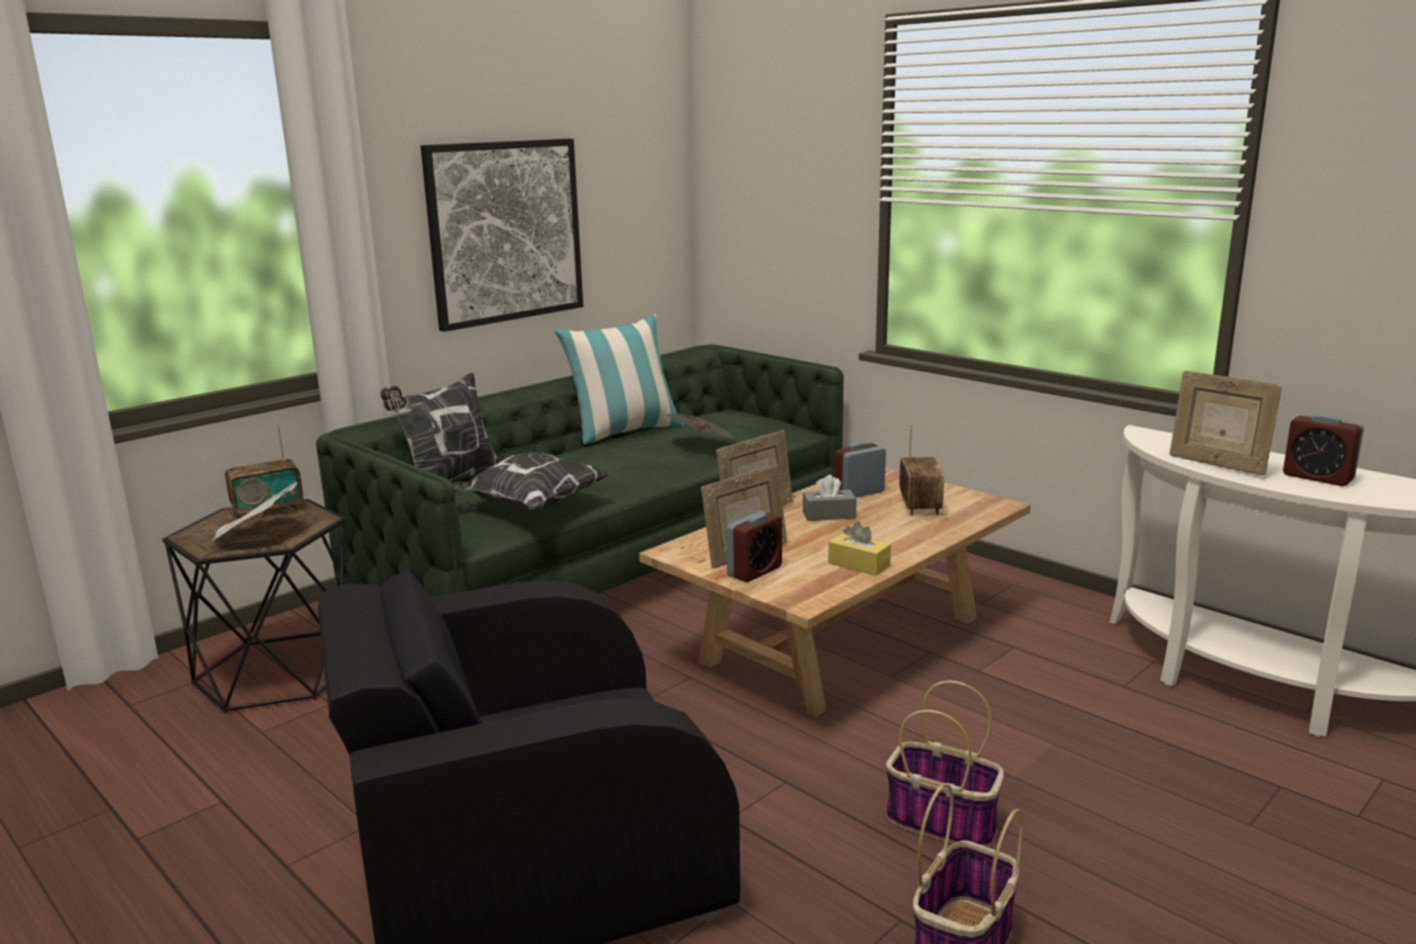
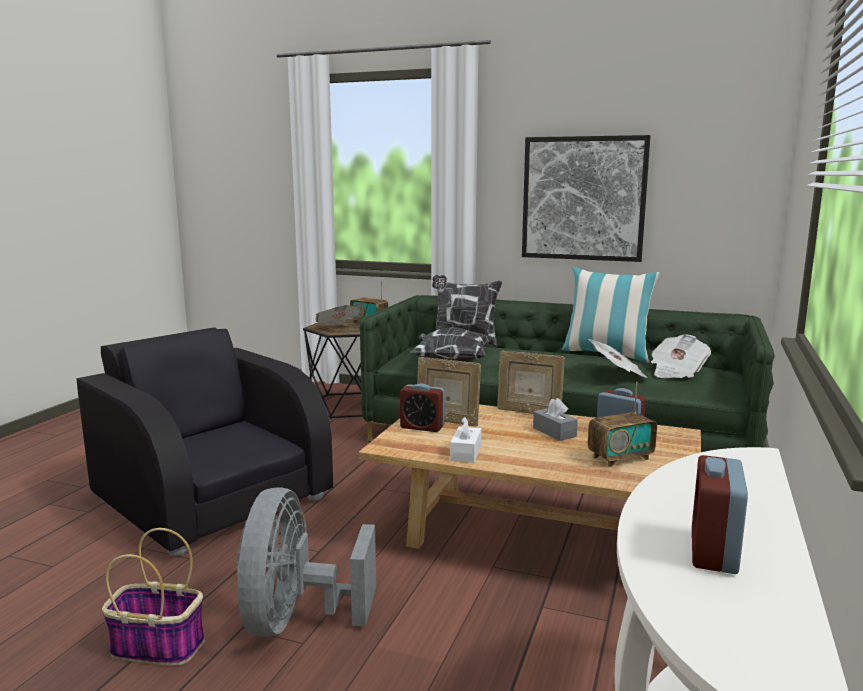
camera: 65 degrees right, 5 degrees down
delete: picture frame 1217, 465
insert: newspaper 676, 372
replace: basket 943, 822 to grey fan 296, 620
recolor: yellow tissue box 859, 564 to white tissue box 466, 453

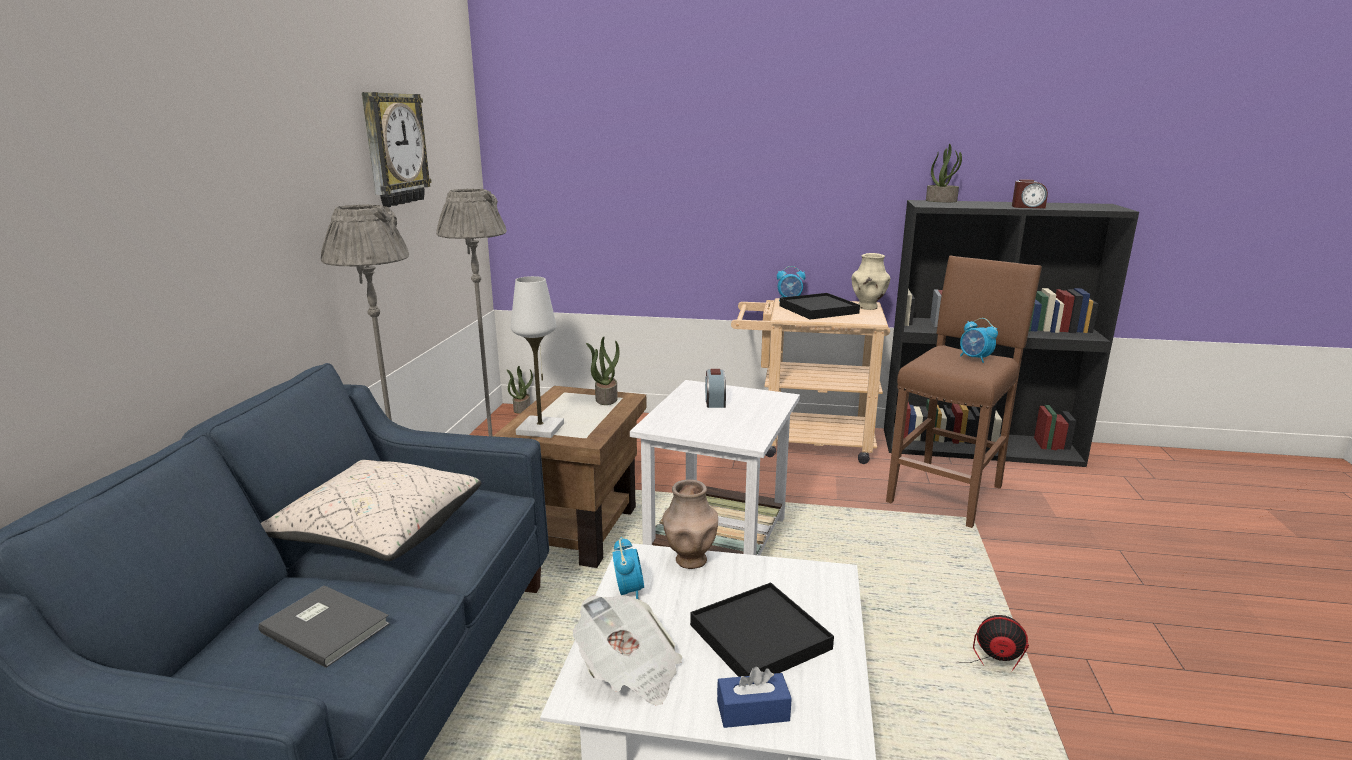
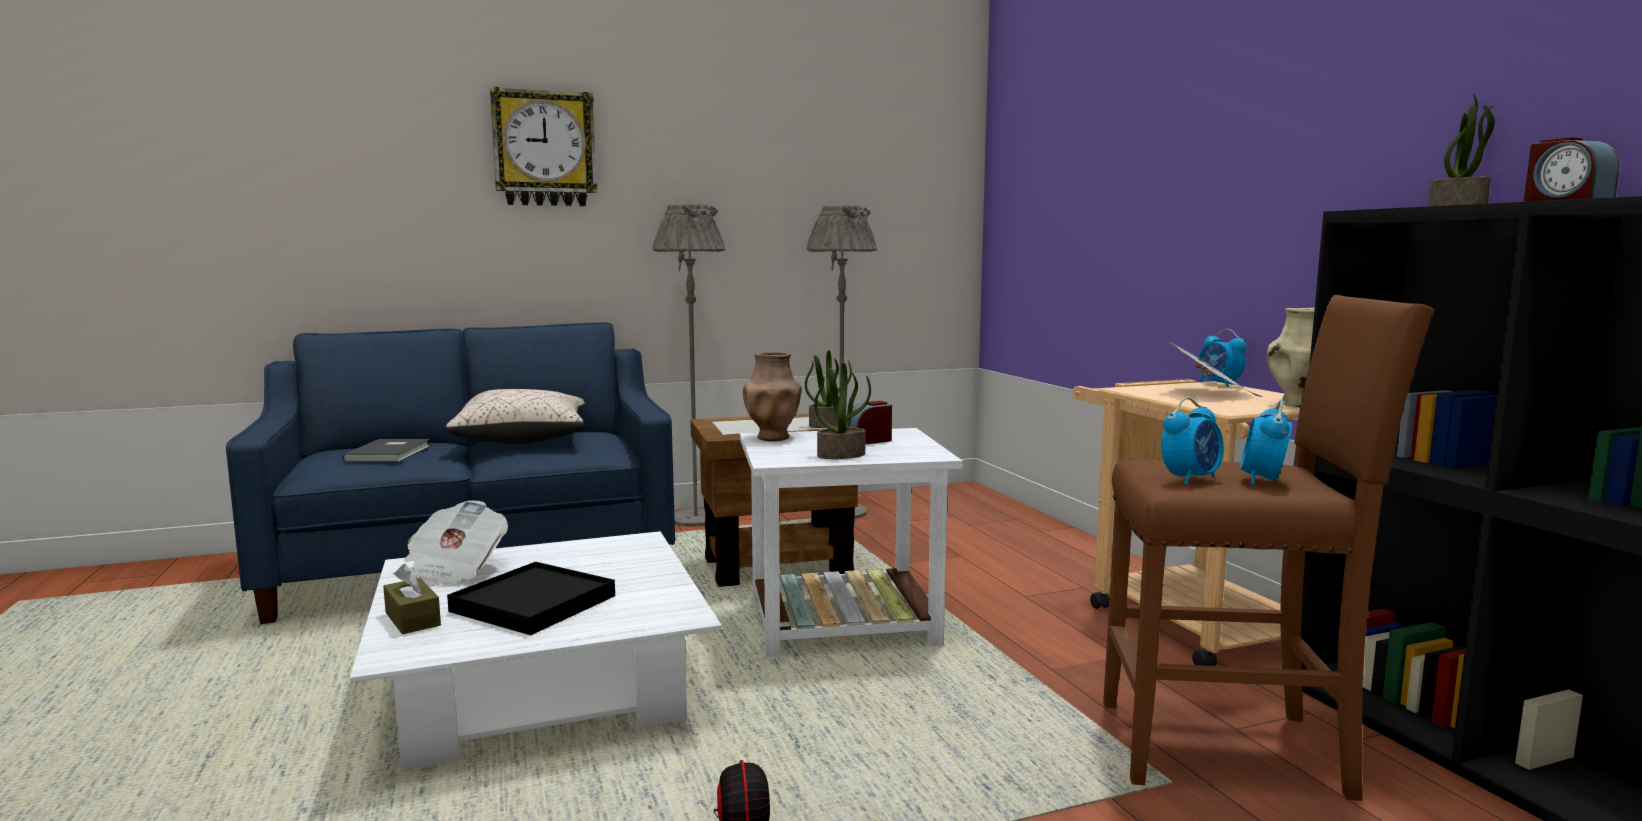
camera: 60 degrees right, 10 degrees down
delete: white table lamp 540, 429
move: wall clock 394, 149 to 544, 149; brown vase 690, 560 to 773, 437; potted plant 521, 408 to 841, 455; alarm clock 629, 591 to 1191, 479
replace: black tray 818, 309 to newspaper 1209, 393
recolor: blue tissue box 753, 711 to brown tissue box 412, 619

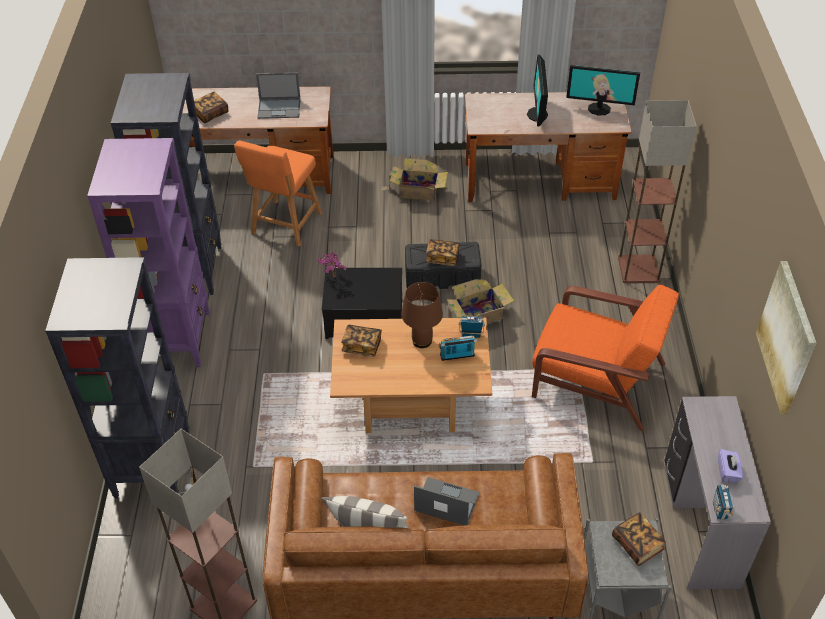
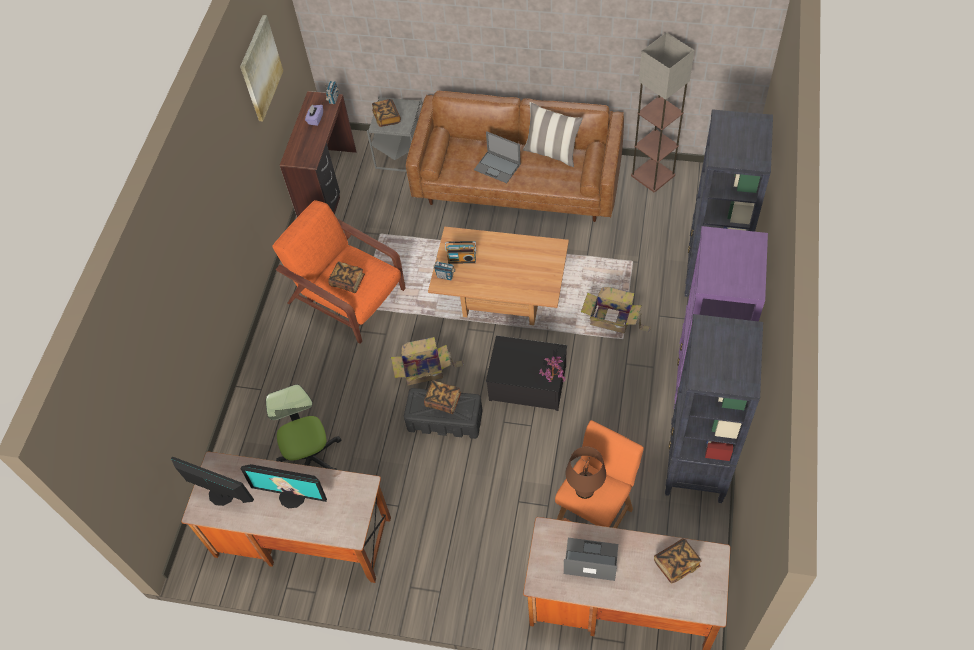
camera: 165 degrees left, 10 degrees up
delete: floor lamp 639, 270
insert: office chair 311, 458
move: book 362, 346 to 348, 282; brown table lamp 422, 341 to 585, 489; cardboard box 416, 191 to 612, 320
recolor: grey desk 698, 525 to brown desk 329, 185
rotate: monitor 538, 114 = 292, 496 90 degrees clockwise

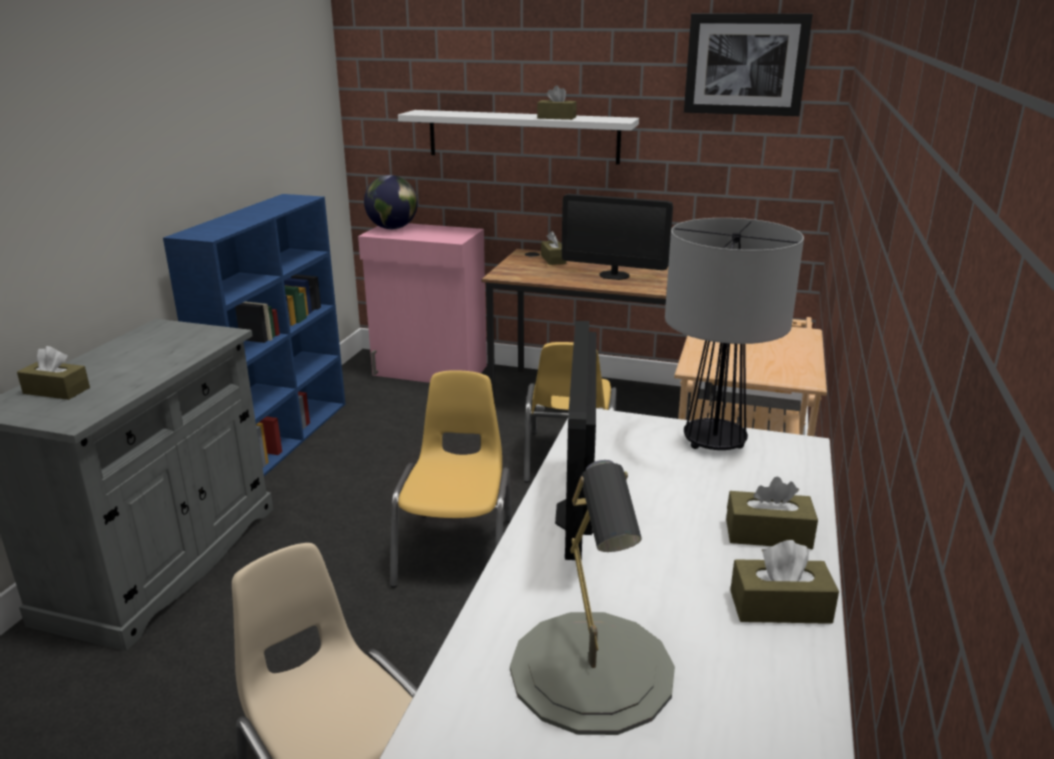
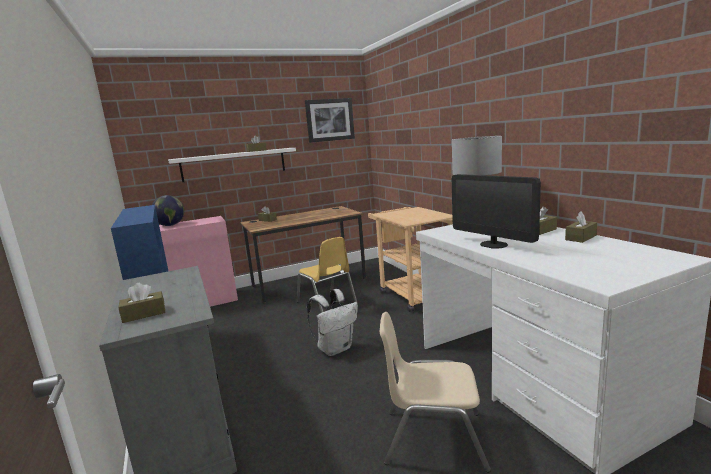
camera: 40 degrees left, 10 degrees down
delete: grey table lamp 592, 670; monitor 614, 275
replace: yellow chair 457, 551 to white backpack 335, 348

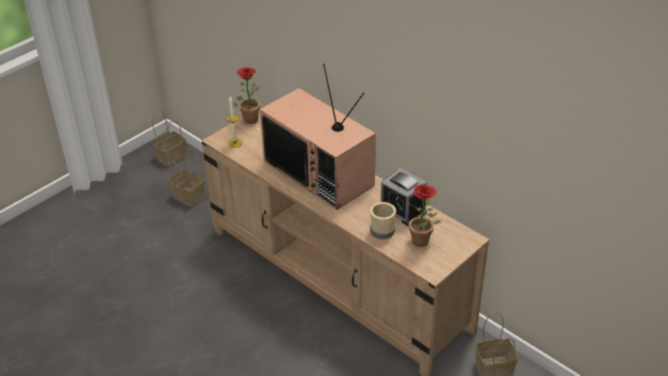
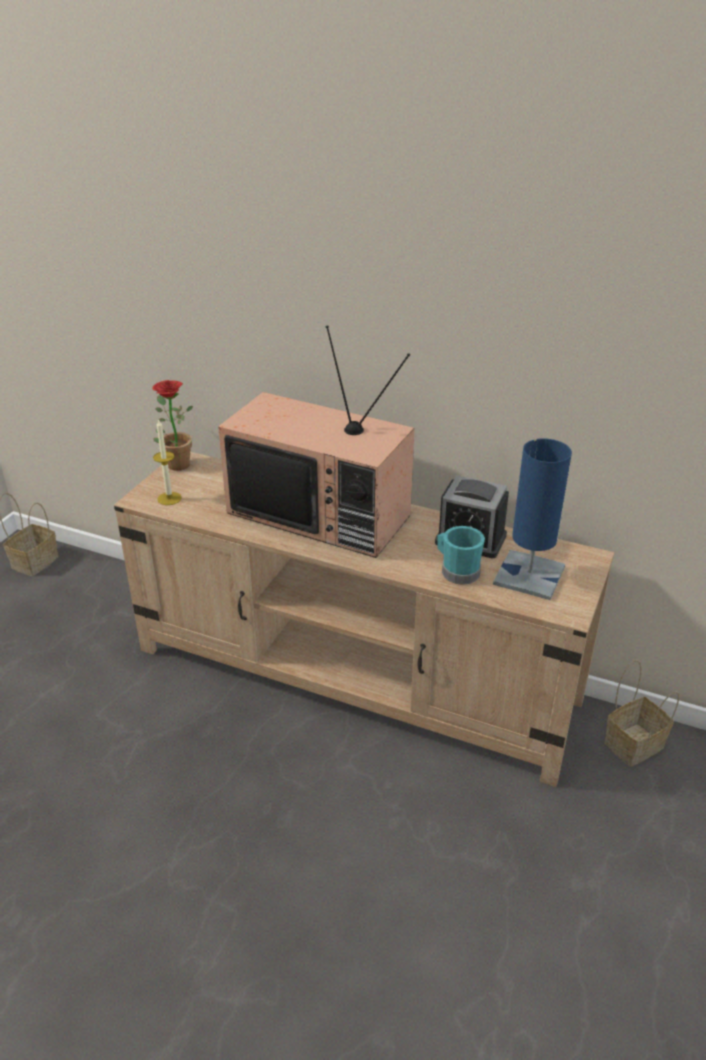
camera: 20 degrees left, 5 degrees down
delete: basket 189, 196
replace: potted plant 423, 242 to blue table lamp 529, 575
recolor: beige mug 381, 229 to turquoise mug 457, 571

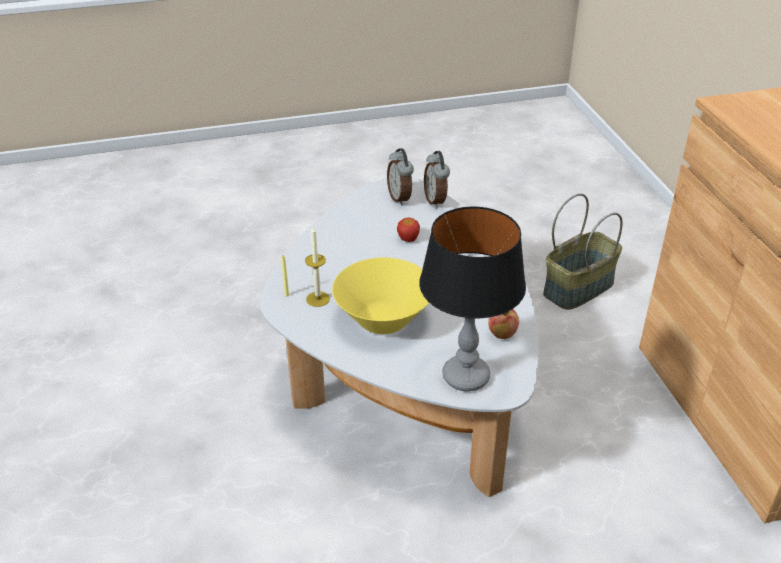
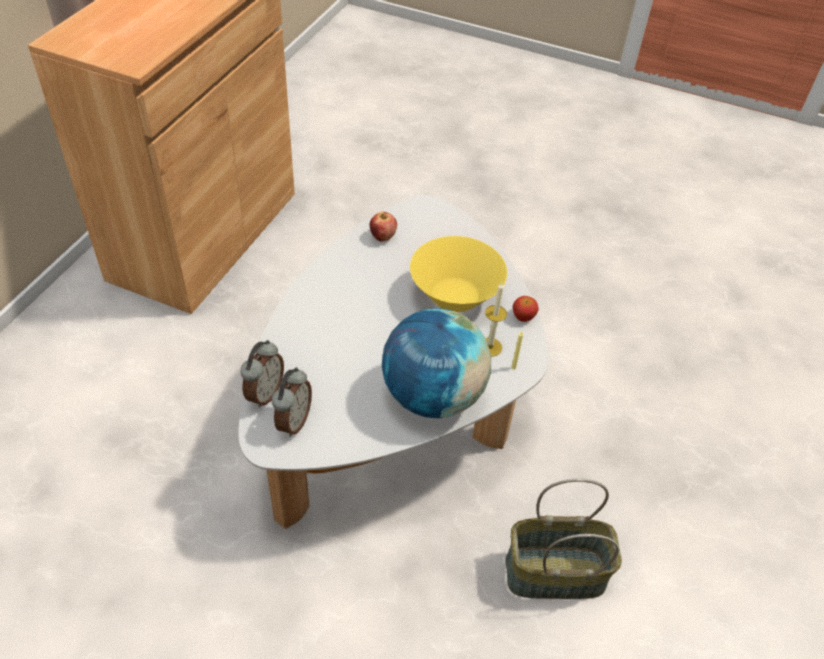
camera: 145 degrees left, 10 degrees up
delete: table lamp 466, 376
insert: globe 432, 396
move: basket 578, 287 to 554, 574; apple 408, 239 to 523, 317

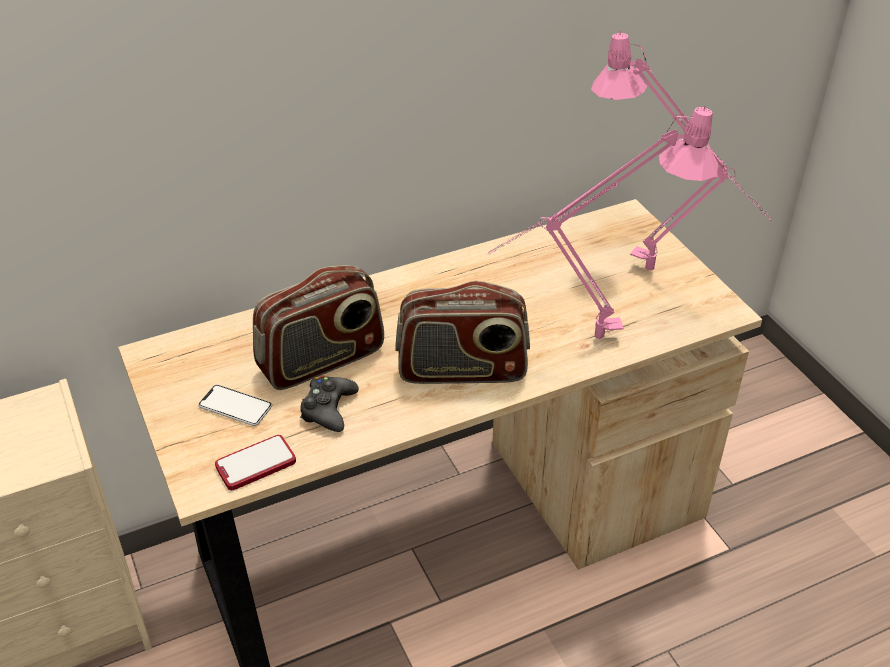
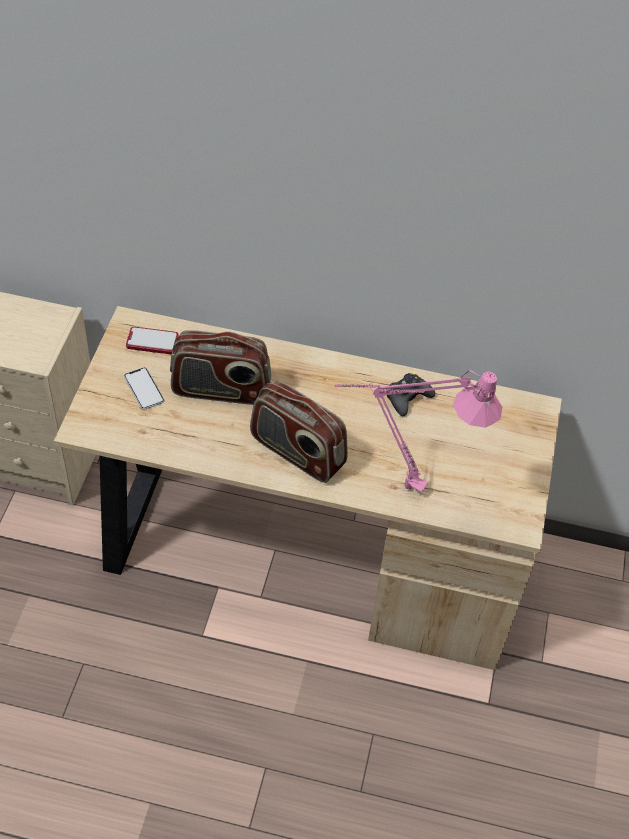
camera: 35 degrees right, 10 degrees up
delete: pink table lamp 660, 275
move: phone 256, 464 to 152, 342; black game controller 328, 409 to 407, 398

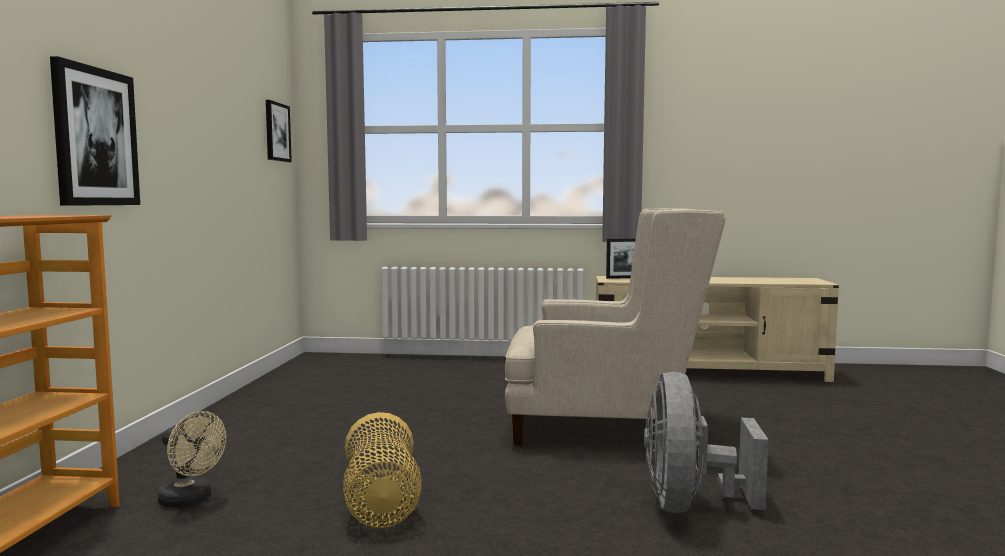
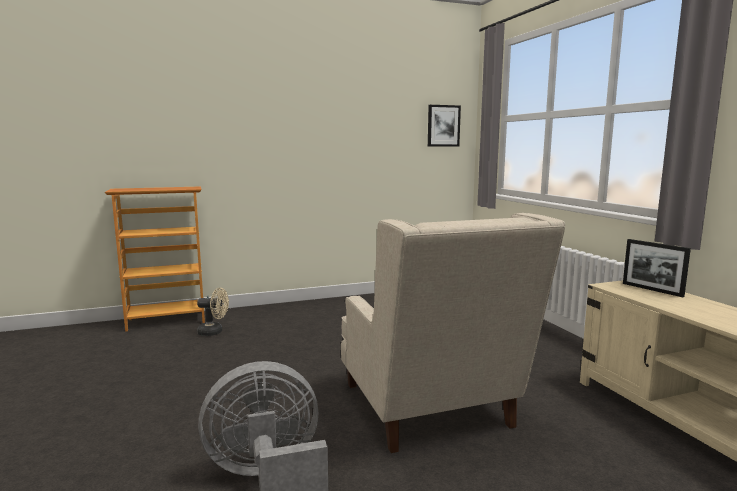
camera: 65 degrees right, 5 degrees up
delete: picture 95, 137; basket 381, 504
rotate: beige fan 191, 500 = 214, 332 90 degrees counterclockwise

